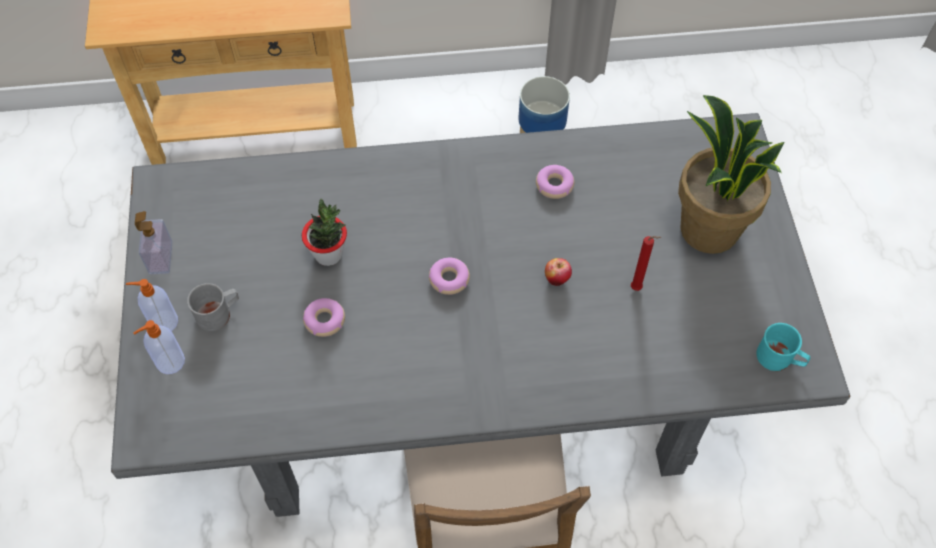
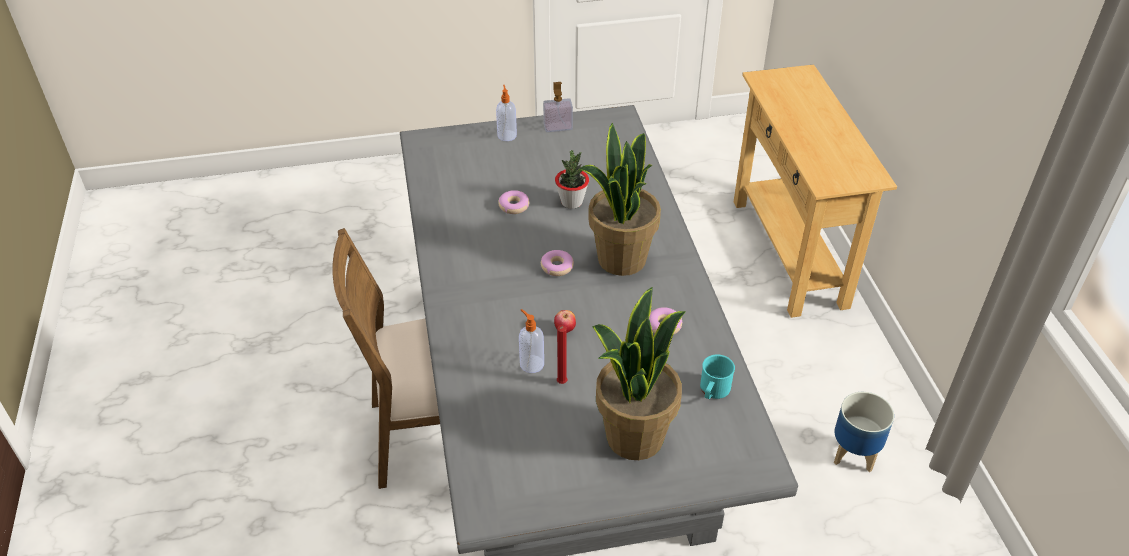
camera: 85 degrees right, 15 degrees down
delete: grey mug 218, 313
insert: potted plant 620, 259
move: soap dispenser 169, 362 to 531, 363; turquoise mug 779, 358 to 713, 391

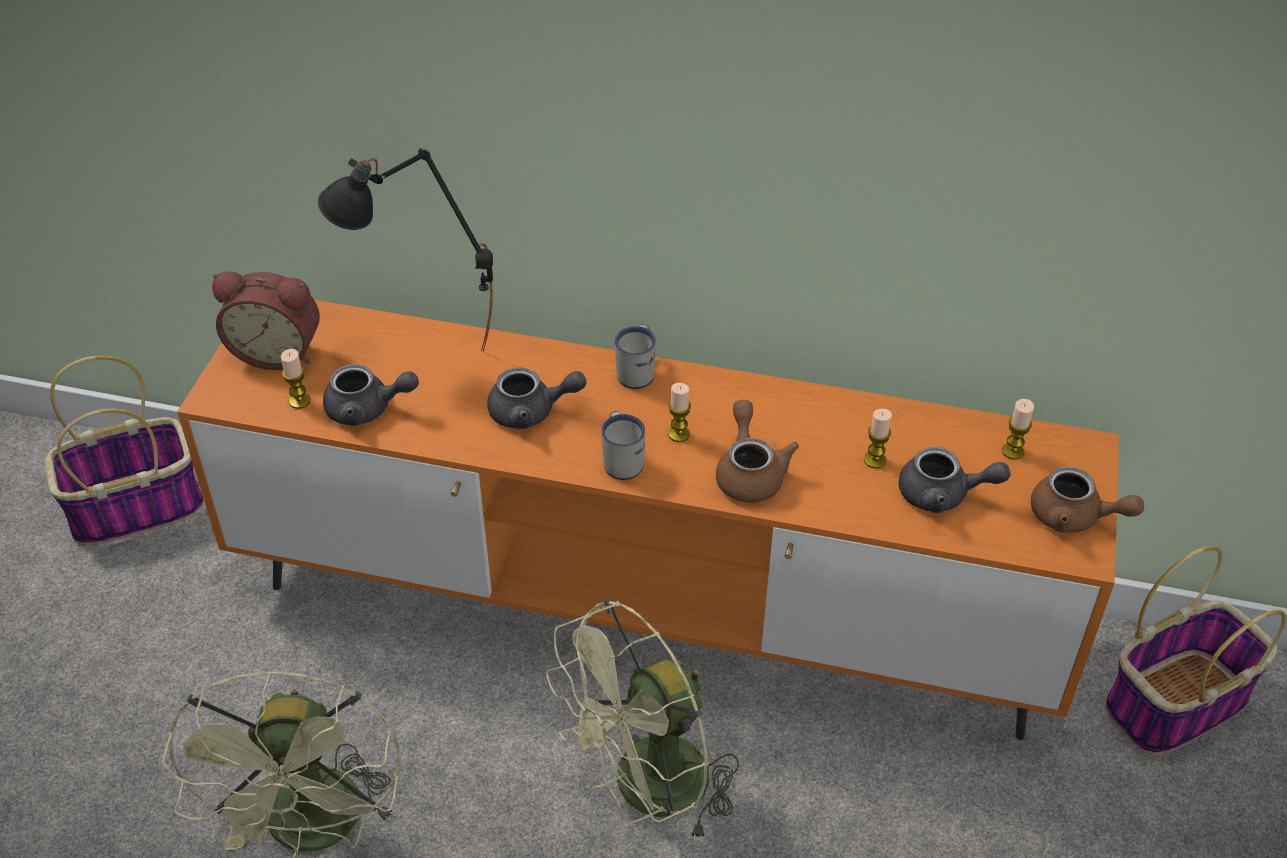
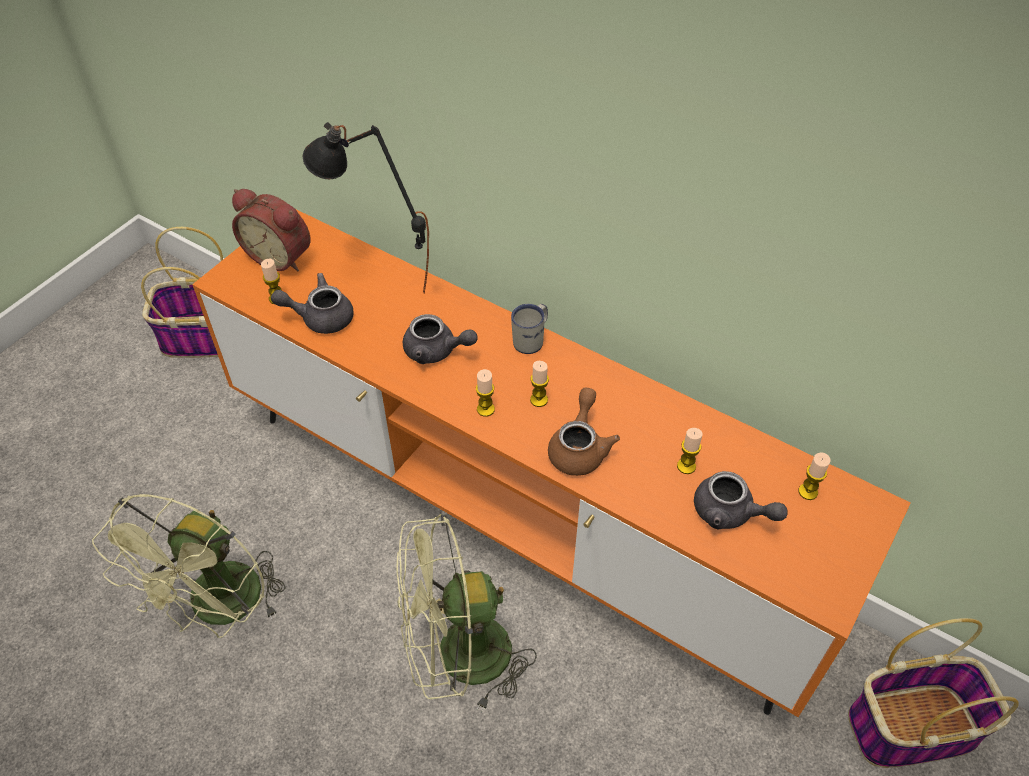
camera: 20 degrees right, 5 degrees up
delete: brown teapot 1074, 517
replace: white mug 622, 460 to candle 485, 409
rotate: grey teapot 367, 409 = 320, 317 150 degrees clockwise

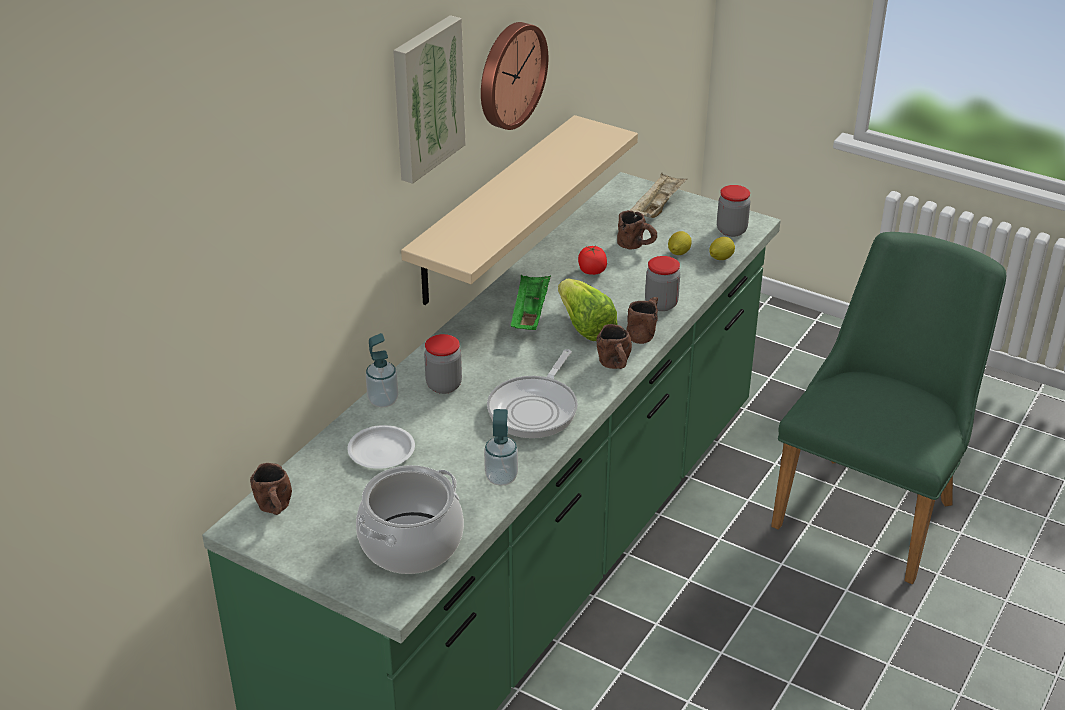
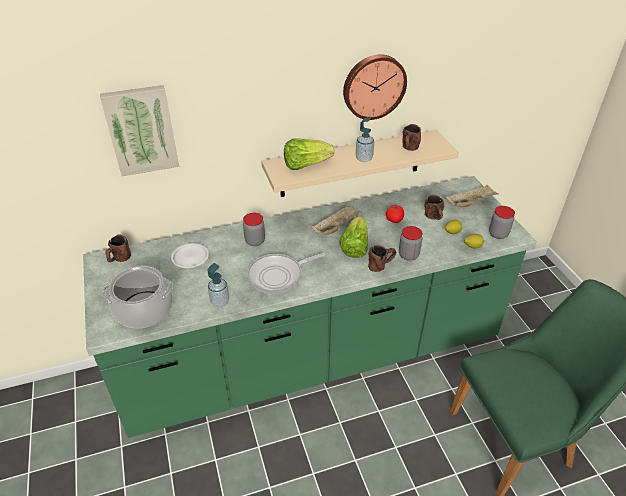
camera: 40 degrees right, 5 degrees up
insert: lettuce 305, 165
move: picture 425, 98 to 141, 130; soap dispenser 383, 400 to 364, 158; brown mug 616, 366 to 409, 149
recolor: green tray 529, 315 to beige tray 336, 227

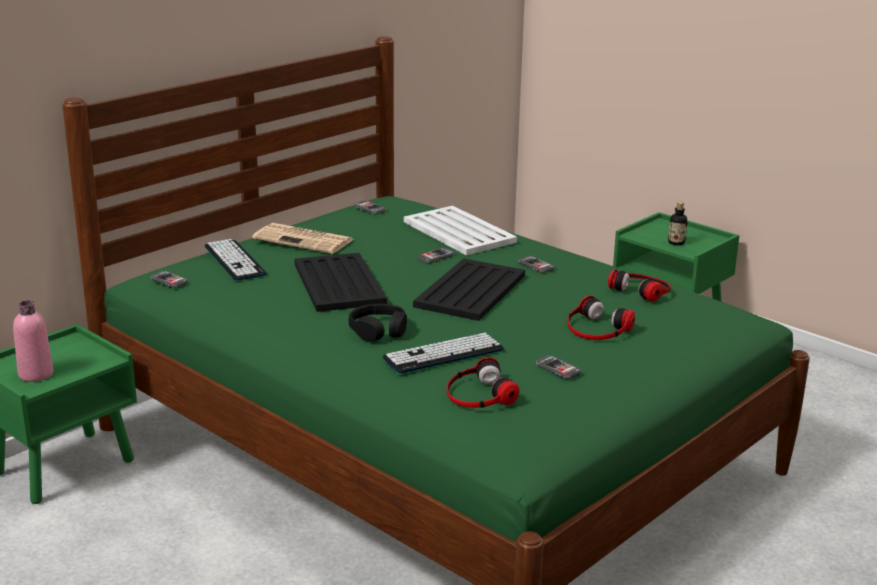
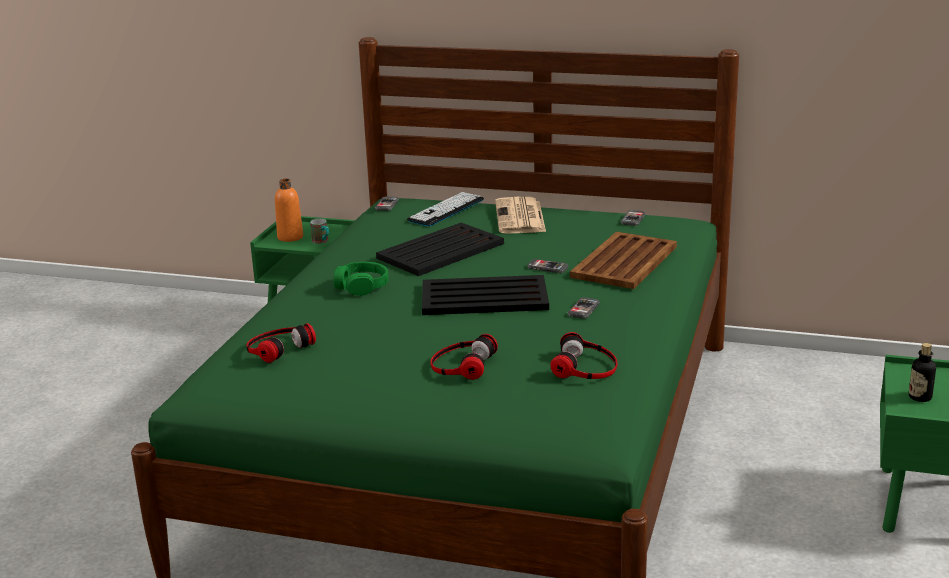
camera: 65 degrees right, 0 degrees up
delete: keyboard 443, 354; phone 558, 369
insert: mug 322, 242
recolor: pink bottle 36, 374 to orange bottle 290, 237; black headphones 378, 330 to green headphones 362, 286; white tray 458, 231 to brown tray 625, 261

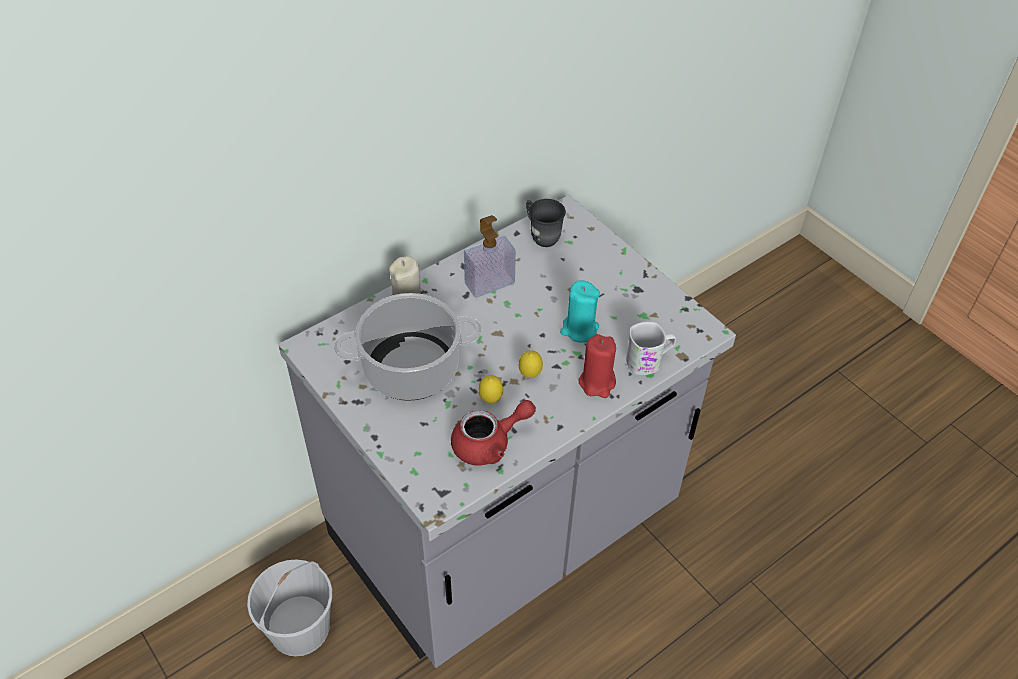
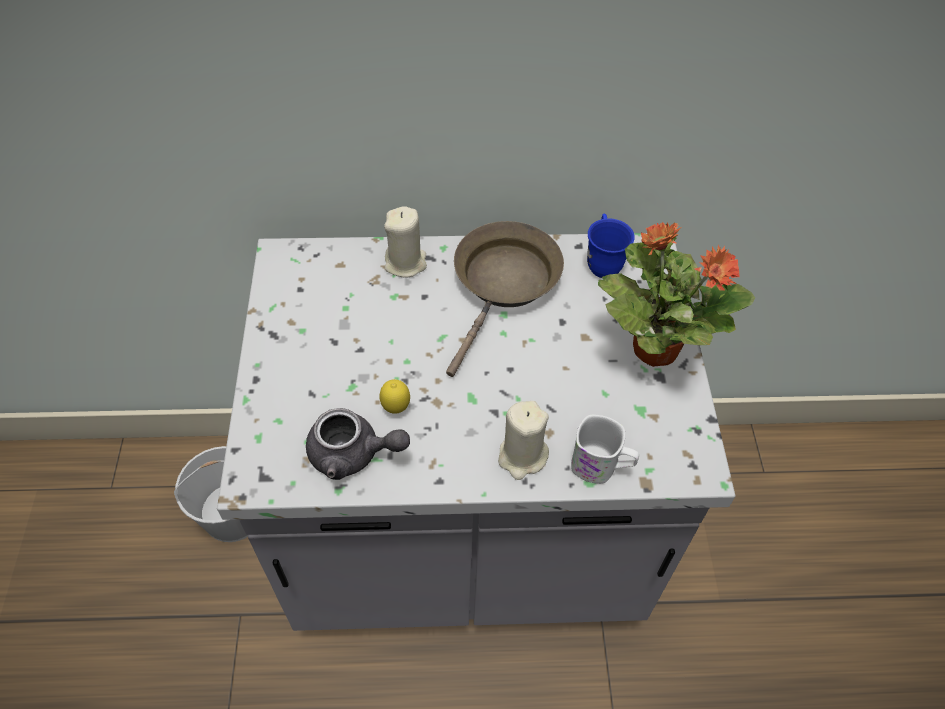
camera: 35 degrees right, 5 degrees up
delete: cooking pot 412, 368; lemon 530, 375; turquoise candle 579, 329
insert: potted plant 654, 347
replace: soap dispenser 489, 283 to brown frying pan 504, 284
recolor: red teapot 489, 443 to grey teapot 353, 454; red candle 597, 383 to beige candle 522, 456; grey mug 541, 235 to blue mug 602, 261

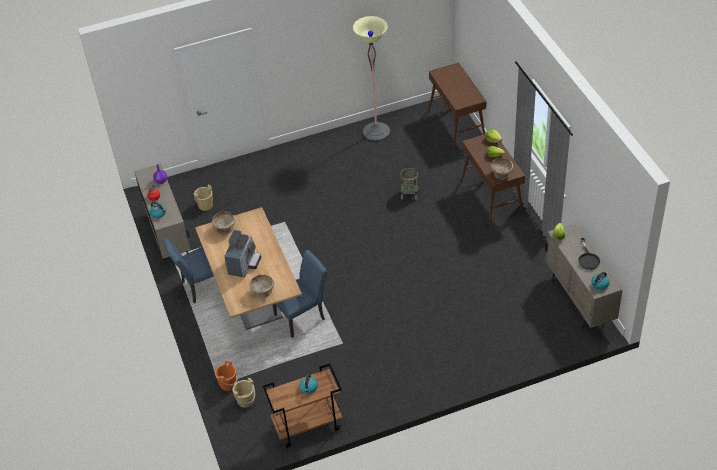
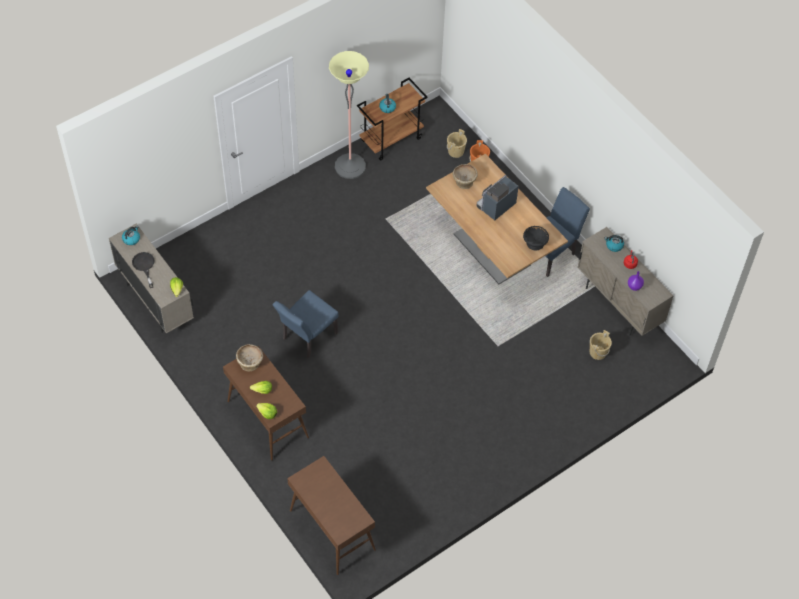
camera: 160 degrees right, 10 degrees up
delete: basket 409, 194
move: blue chair 303, 316 to 306, 338; floor lamp 376, 132 to 350, 166
recolor: beige bowl 225, 228 to black bowl 534, 244
rotate: coffee machine 244, 265 = 496, 206 45 degrees clockwise

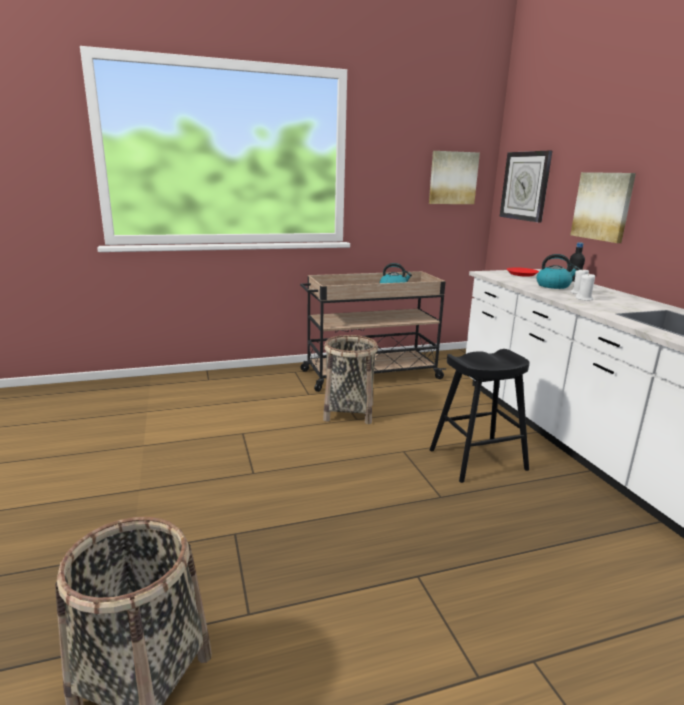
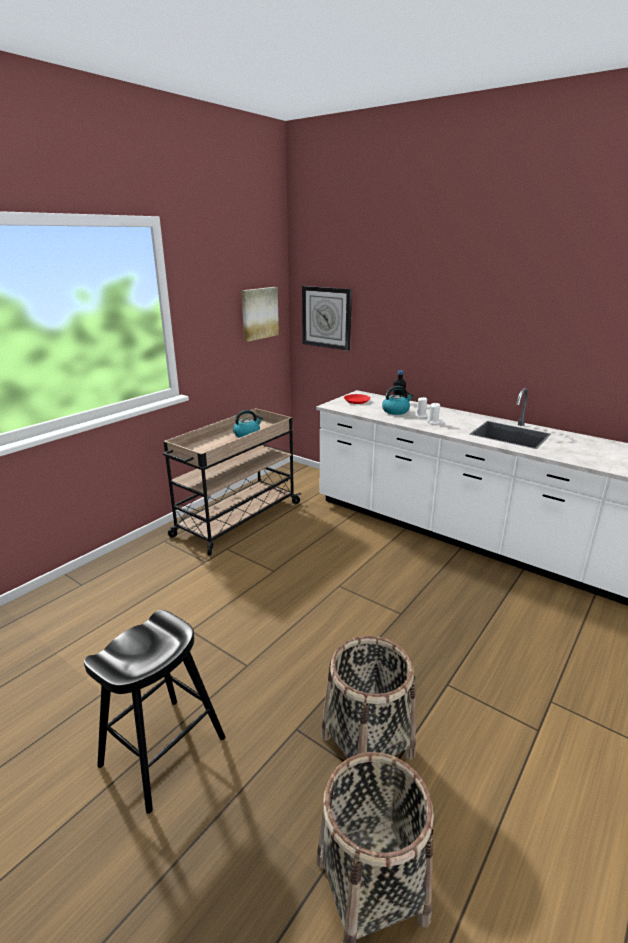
camera: 35 degrees left, 5 degrees up
delete: picture 603, 206
move: black stool 478, 460 to 163, 751; basket 348, 412 to 367, 746

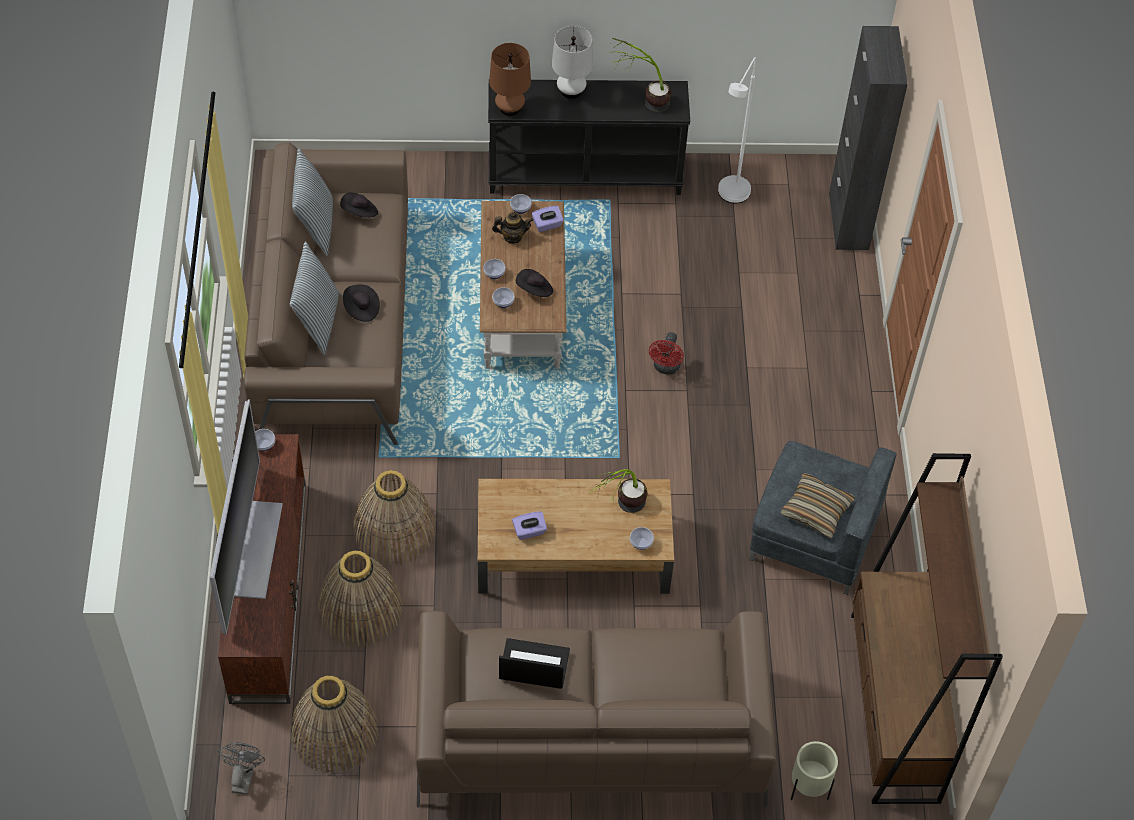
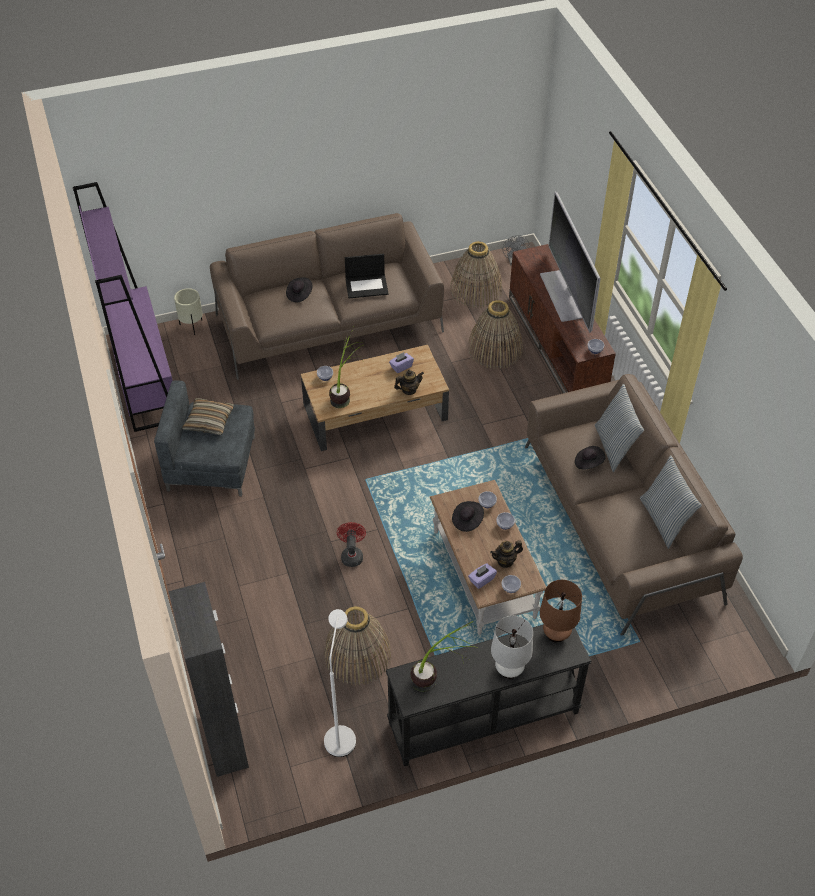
camera: 165 degrees right, 5 degrees down
insert: teapot 409, 390
move: black hat 360, 212 to 299, 294; basket 394, 530 to 357, 655
recolor: brown bookcase 894, 707 to purple bookcase 144, 378

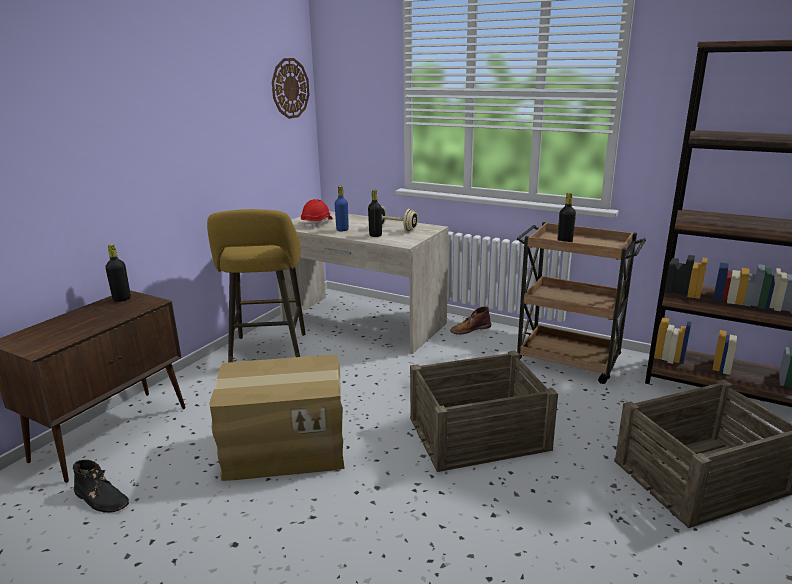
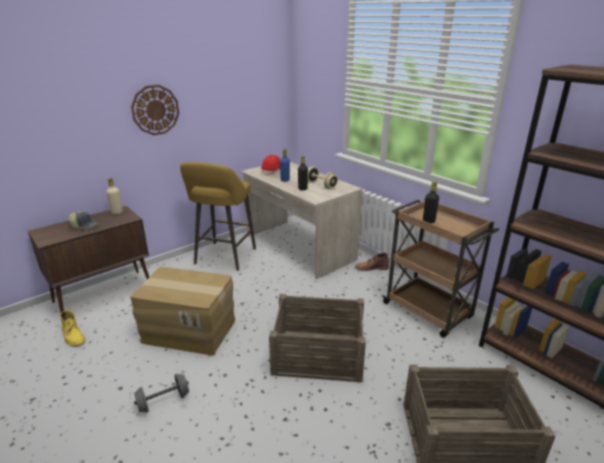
camera: 20 degrees right, 5 degrees up
insert: cap 85, 226; grey dumbbell 163, 401
move: wall clock 290, 88 to 155, 110
recolor: black boot 101, 498 to yellow boot 73, 336; black bottle 122, 299 to beige bottle 117, 212

